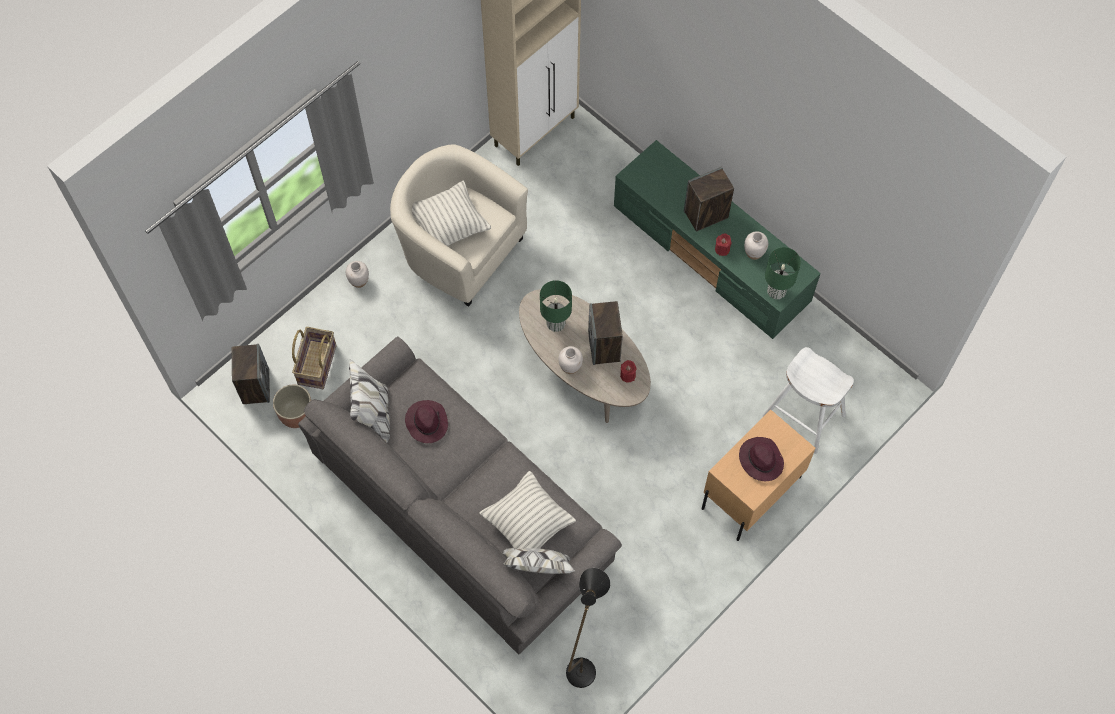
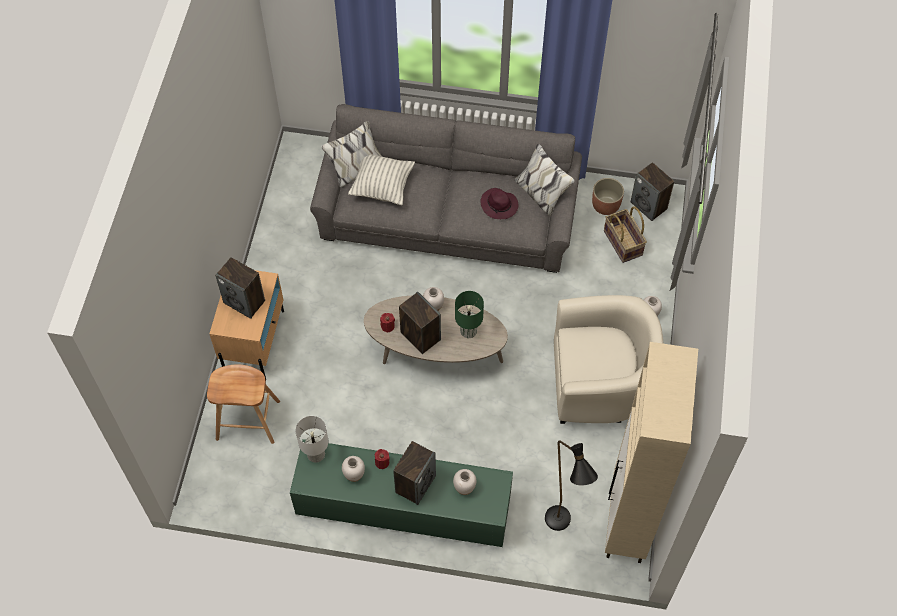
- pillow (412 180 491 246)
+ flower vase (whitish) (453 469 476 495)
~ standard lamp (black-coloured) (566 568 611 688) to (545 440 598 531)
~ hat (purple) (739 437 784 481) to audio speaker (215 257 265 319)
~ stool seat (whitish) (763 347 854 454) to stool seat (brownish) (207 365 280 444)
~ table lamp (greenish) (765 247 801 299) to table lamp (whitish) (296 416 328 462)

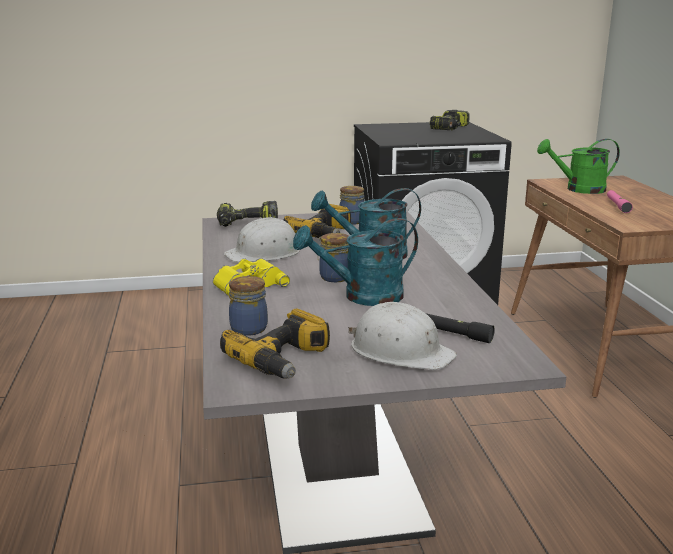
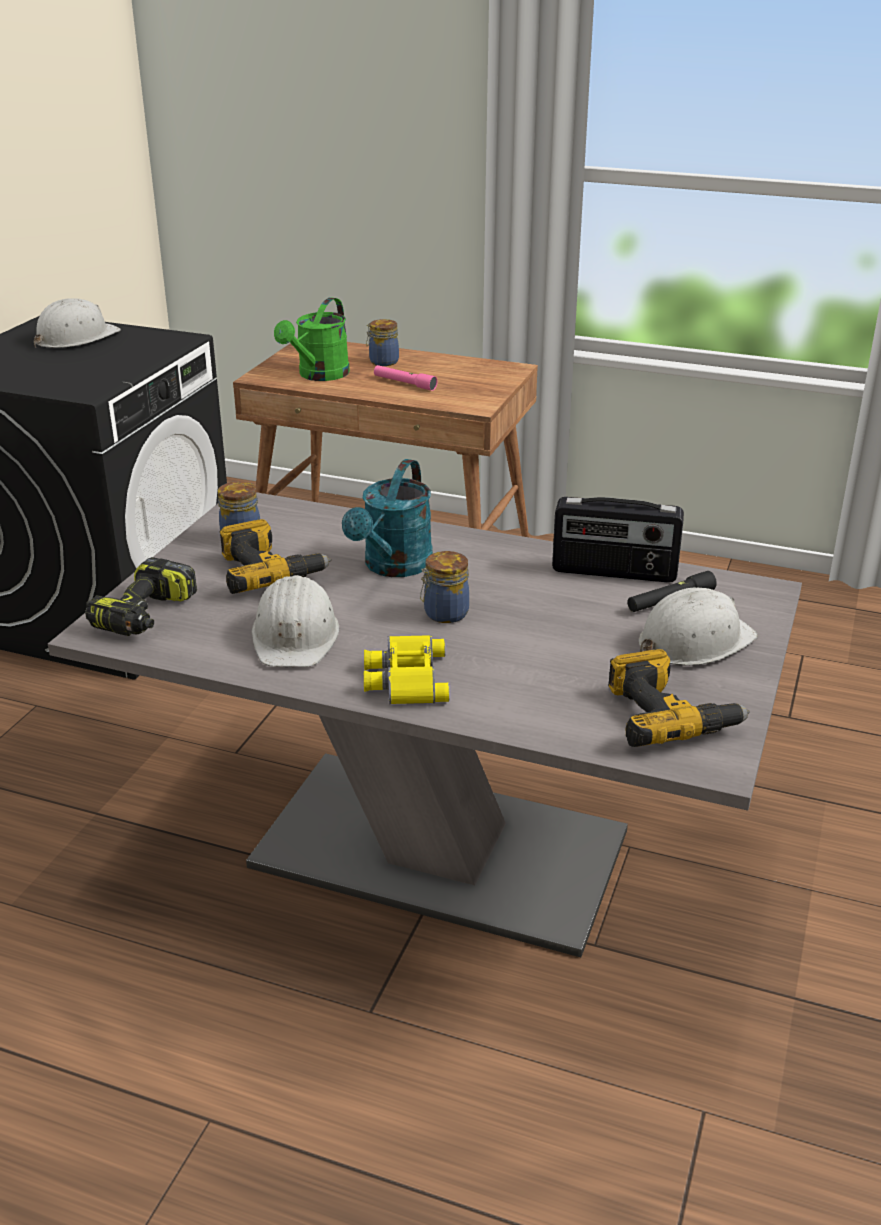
- sprinkling can (blue-green) (293 218 418 306)
+ radio (552 497 684 583)
~ storage jar (229 276 268 336) to (366 319 399 366)
~ drill (430 110 470 130) to work helmet (whitish) (34 298 121 348)

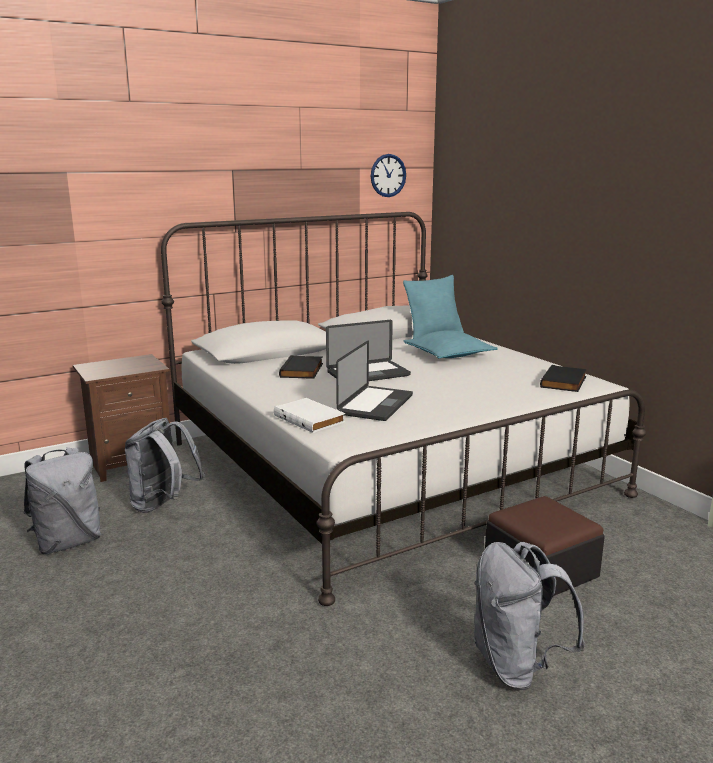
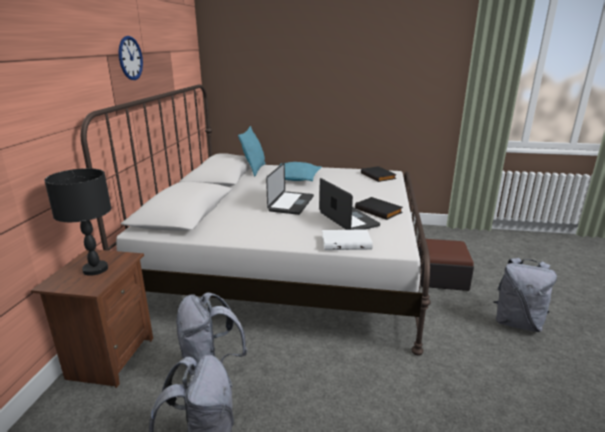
+ table lamp (black-coloured) (44 168 111 276)
~ volume (black-coloured) (279 355 323 379) to (355 197 403 220)
~ hanging clock (371 154 406 197) to (118 36 143 80)

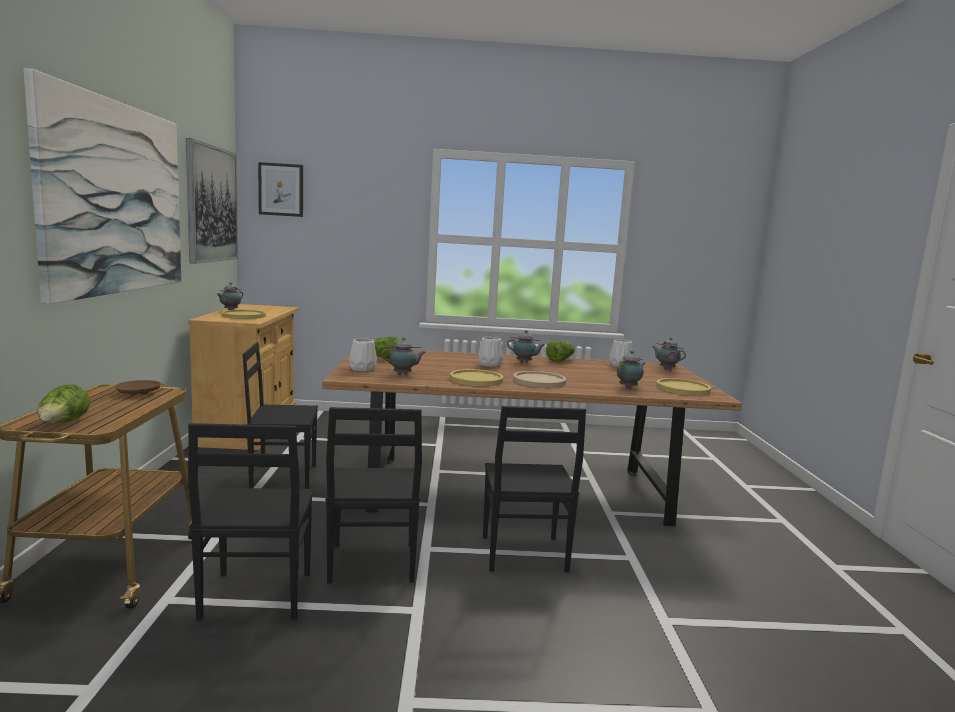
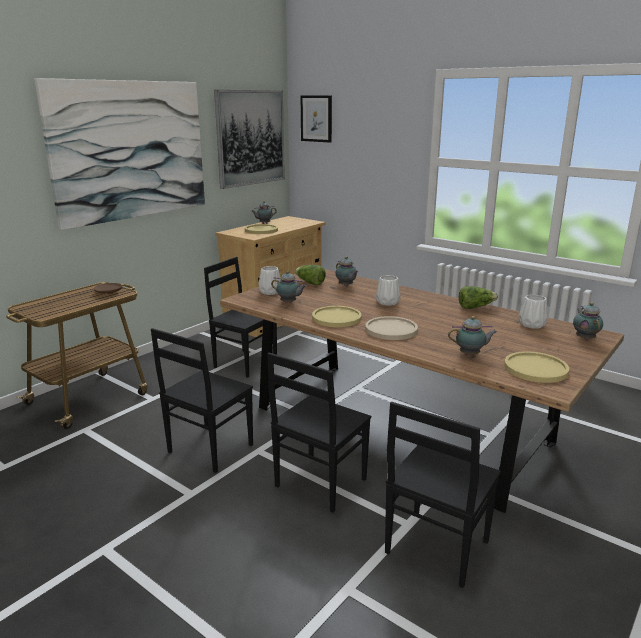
- lettuce head (37 384 90 423)
~ upright chair (black-coloured) (188 423 313 620) to (385 402 501 588)
~ teapot (507 330 545 363) to (335 256 358 286)

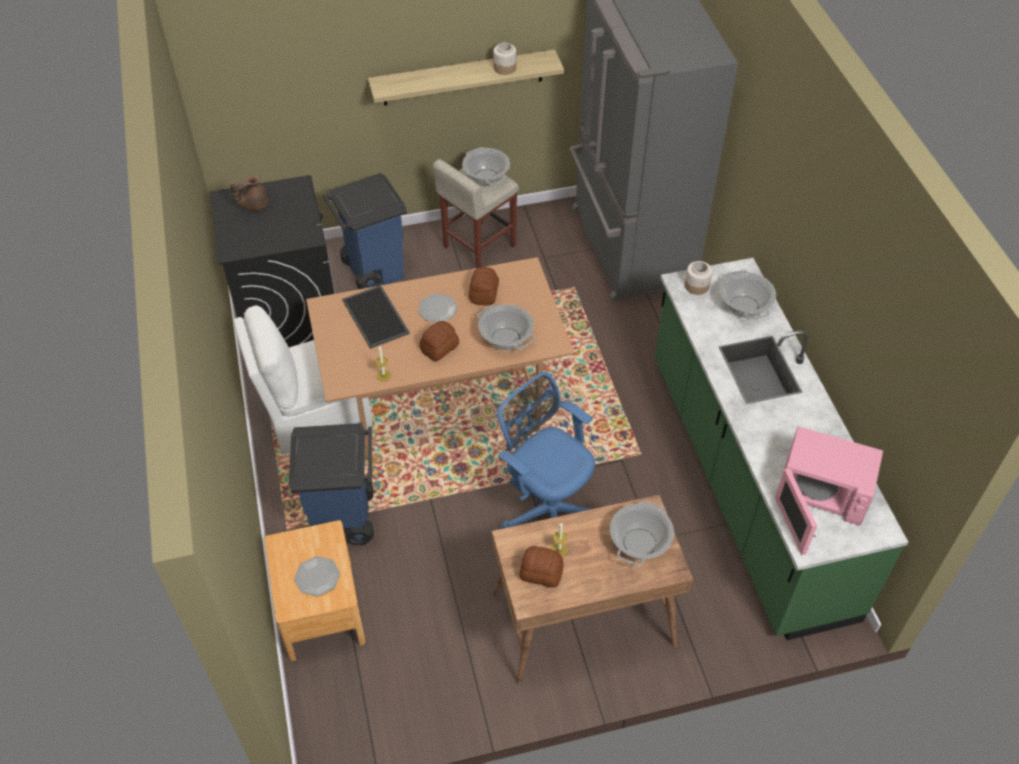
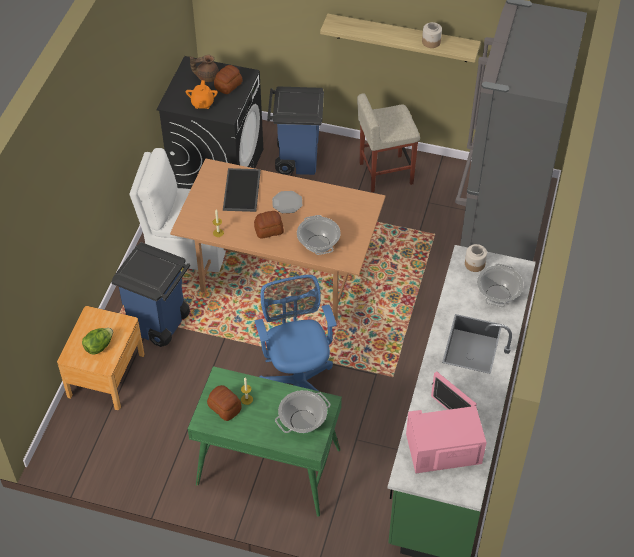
- stockpot (462 147 510 186)
+ teapot (orange-coloured) (186 80 218 109)
~ bakery bread (469 267 499 306) to (214 65 242 94)
~ flat dish (294 556 340 597) to lettuce head (82 328 113 355)
~ desk table (brownish) (492 495 693 685) to desk table (greenish) (188 366 342 517)
~ kitchen microwave (pink) (775 426 883 555) = (406 371 487 473) 120 degrees clockwise

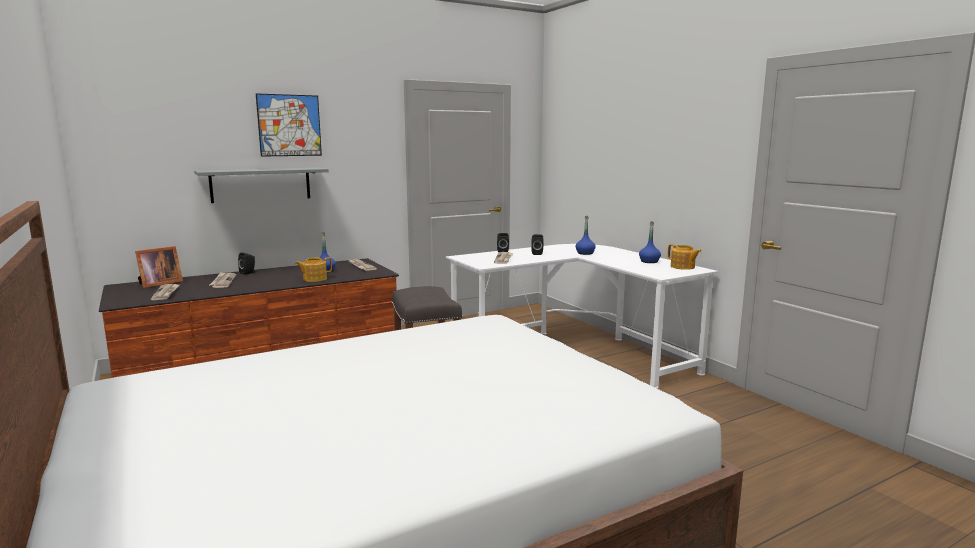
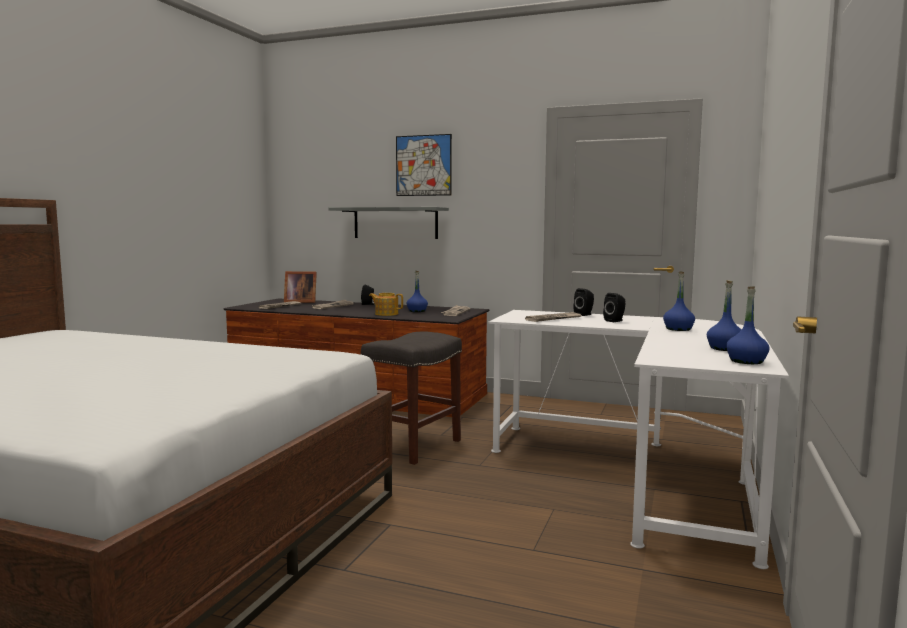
~ teapot (667 244 702 270) to bottle (blue) (726 286 770 364)

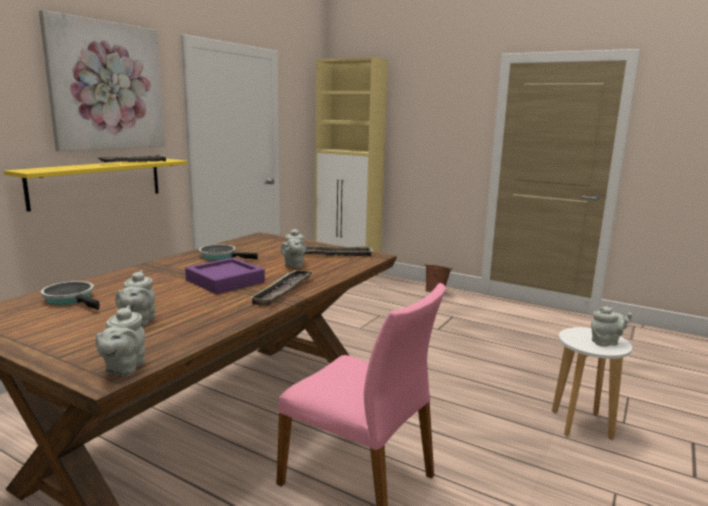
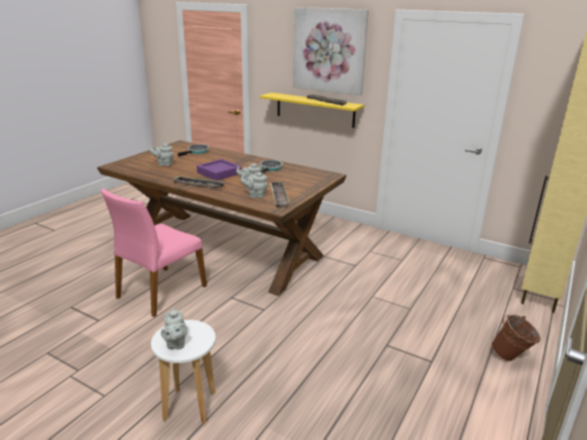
~ teapot (grey) (95 305 145 376) to (241 172 268 198)

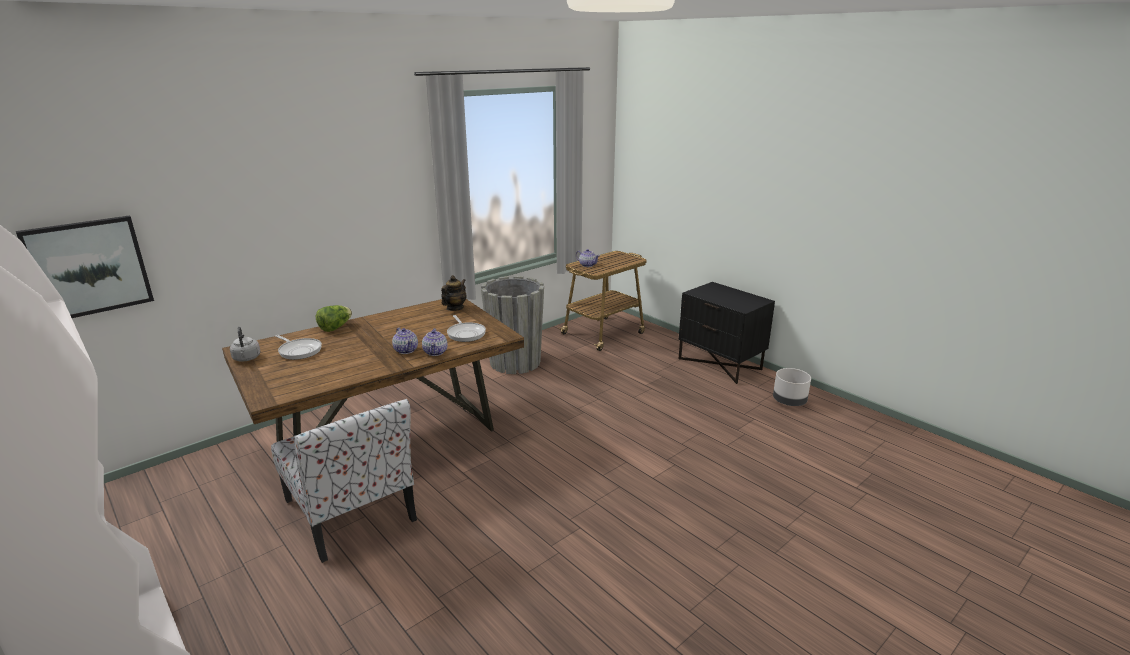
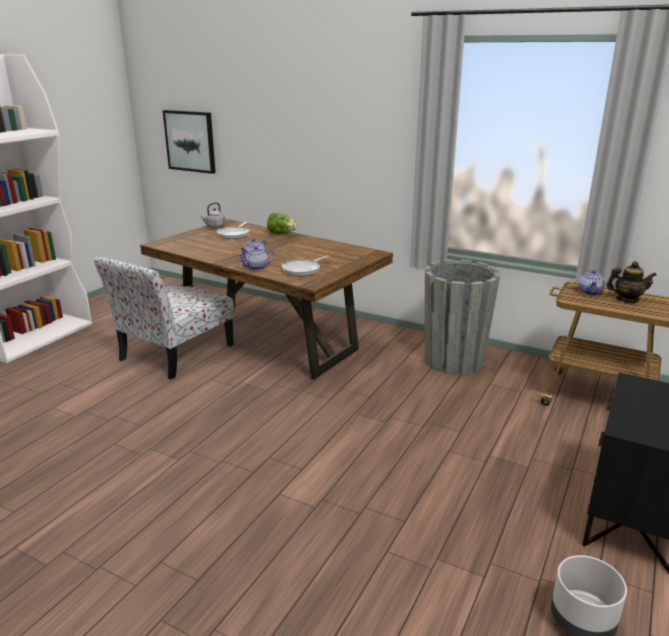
~ teapot (441 275 467 311) to (606 261 657 303)

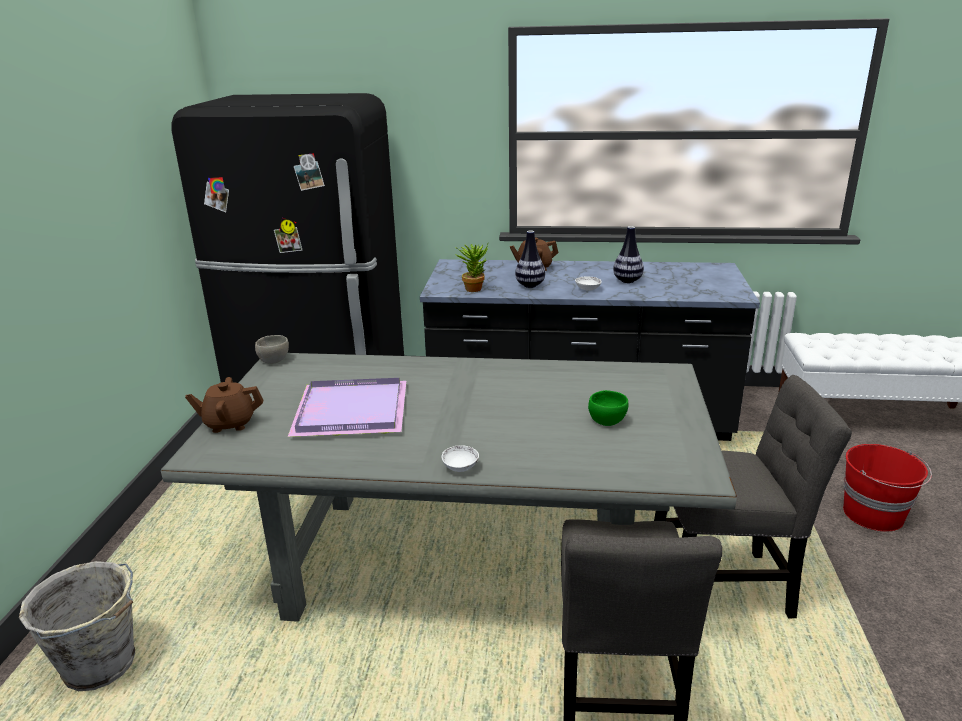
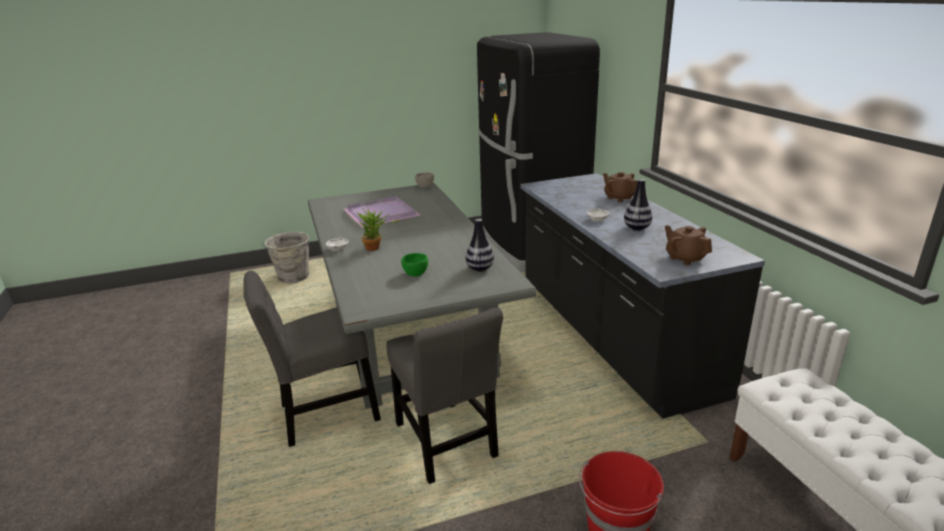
~ teapot (brownish) (185 377 264 433) to (665 225 712 265)
~ plant in a pot (455 243 488 292) to (357 208 389 251)
~ flower vase (515 230 545 288) to (466 219 494 272)

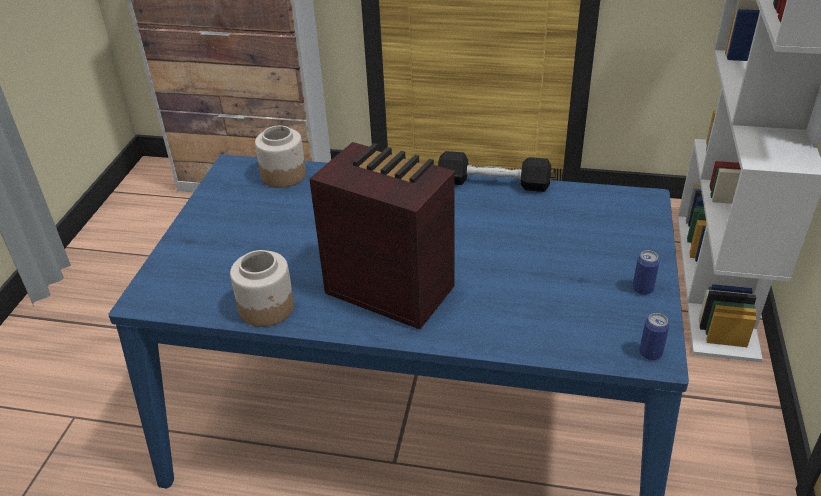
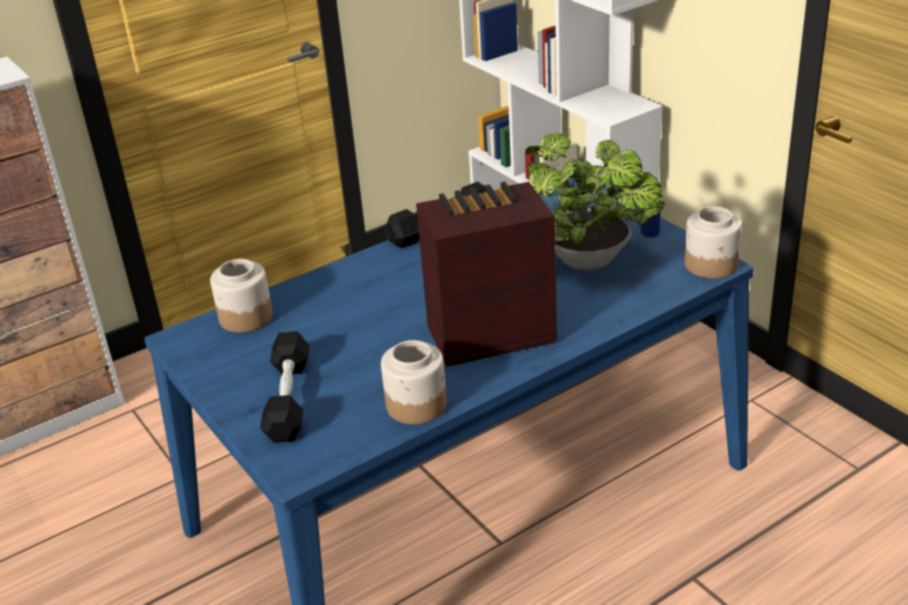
+ free weight (black-coloured) (260 331 309 443)
+ plant in a pot (525 133 665 270)
~ can (639 313 669 360) to storage jar (684 206 742 278)

